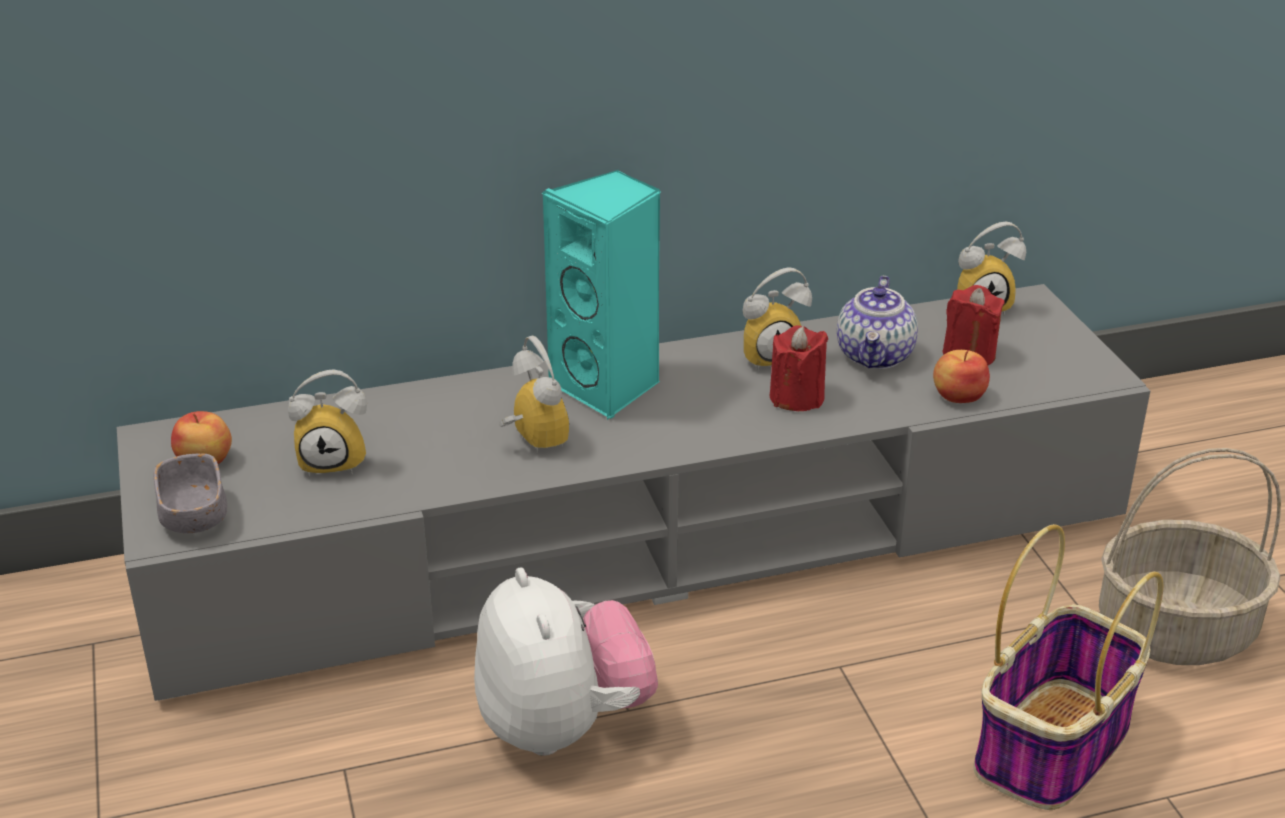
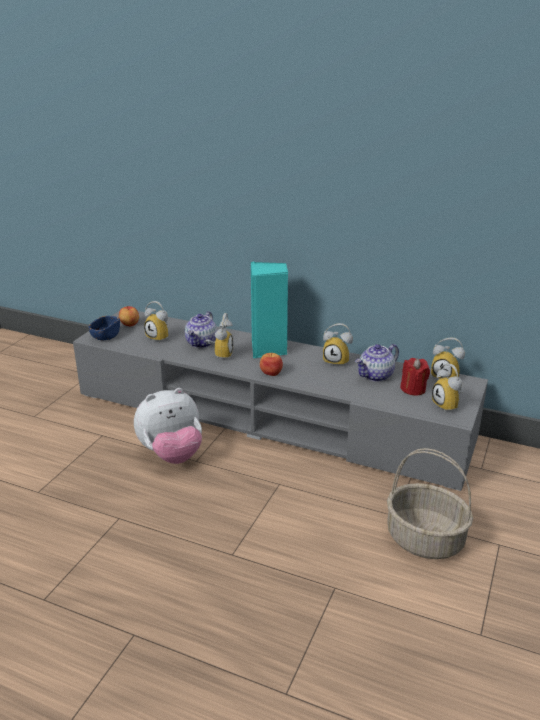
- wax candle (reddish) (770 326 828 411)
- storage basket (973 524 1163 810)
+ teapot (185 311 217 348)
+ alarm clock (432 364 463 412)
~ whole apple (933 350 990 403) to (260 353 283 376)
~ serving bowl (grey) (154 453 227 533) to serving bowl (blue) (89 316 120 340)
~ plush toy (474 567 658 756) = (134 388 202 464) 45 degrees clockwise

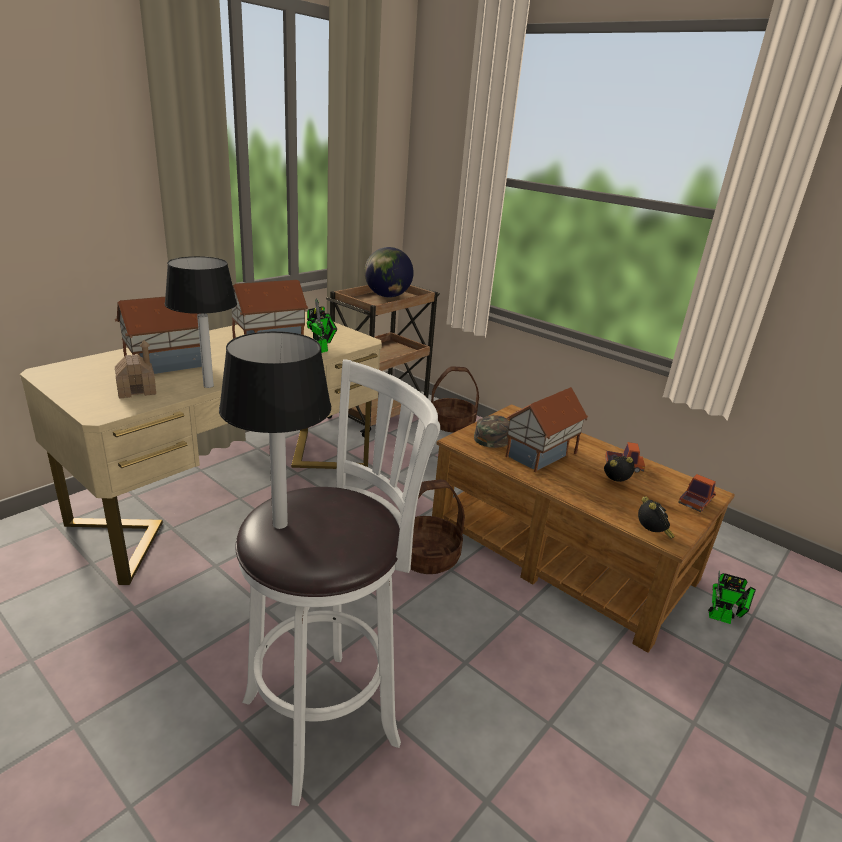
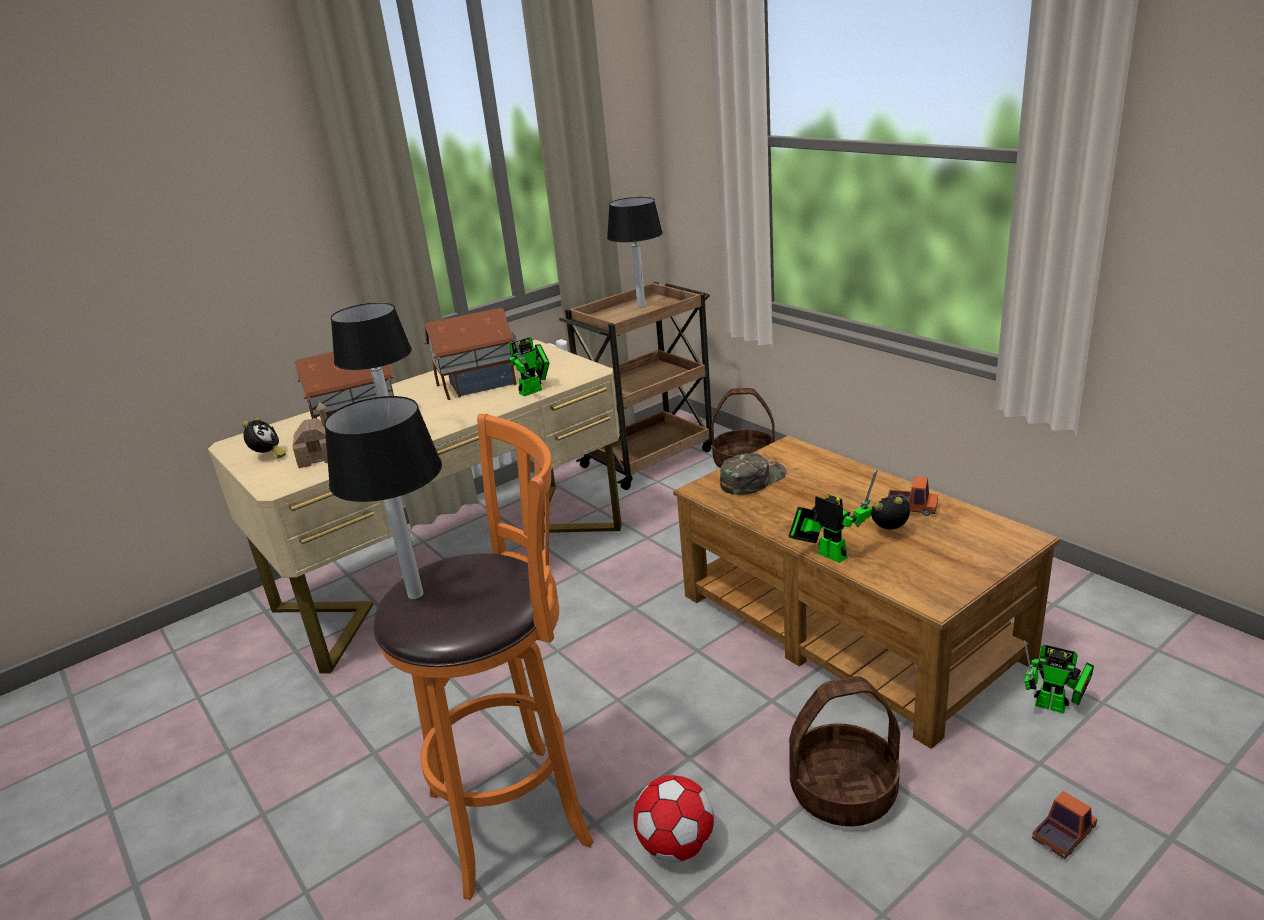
- model house (505 387 588 472)
+ football ball (633 775 714 862)
+ toy robot (789 469 878 563)
~ storage basket (411 479 465 574) to (789 676 900 826)
~ alarm clock (638 496 675 539) to (242 418 286 458)
~ toy truck (678 474 716 512) to (1032 791 1097 859)
~ world globe (364 247 414 297) to table lamp (607 197 663 308)
~ stool seat (whitish) (235 359 440 806) to stool seat (orange-coloured) (374 414 594 900)

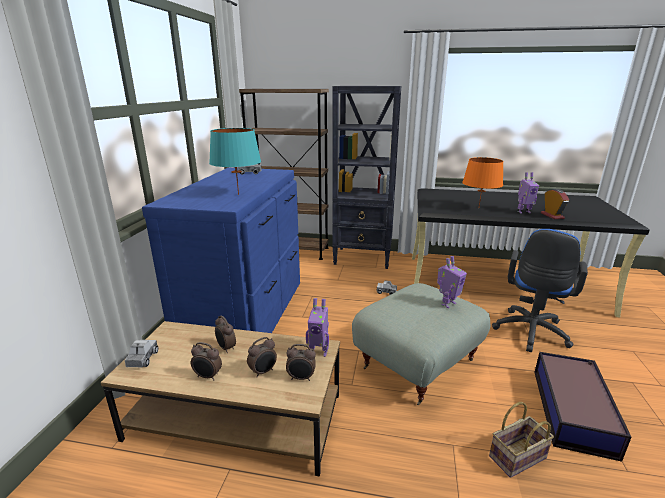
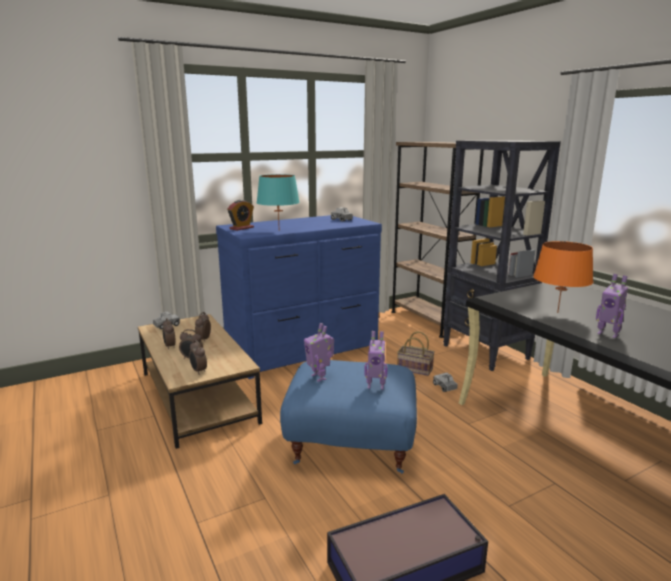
- desk chair (blue) (492 229 588 352)
~ toy robot (306 298 329 357) to (304 323 334 382)
~ storage basket (489 402 554 478) to (397 332 435 376)
~ alarm clock (541 189 569 219) to (227 200 254 231)
~ footrest (grey) (352 283 490 406) to footrest (blue) (280 360 417 474)

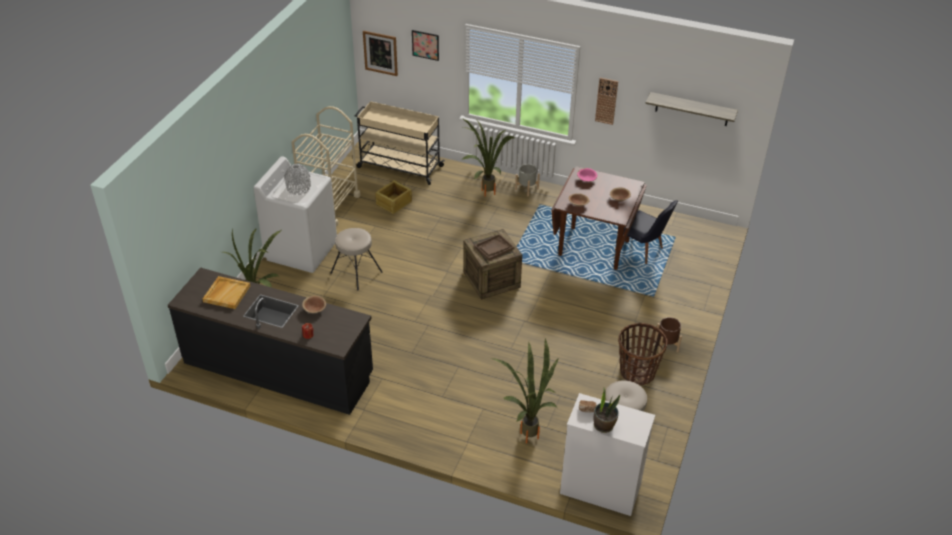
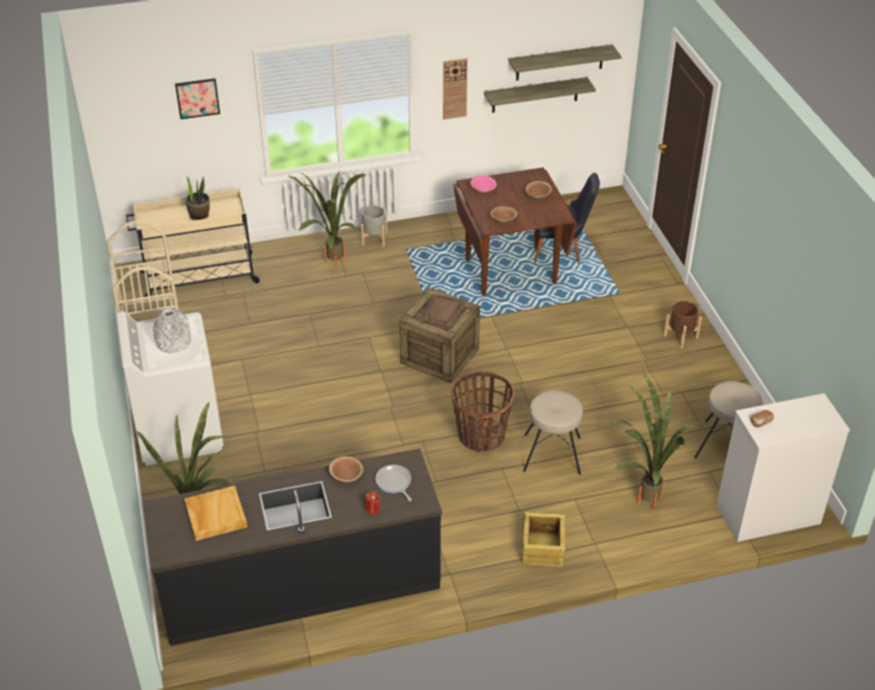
- picture (363 31 398 76)
+ frying pan (375 465 412 501)
+ bracket shelf (484 77 596 113)
~ stool seat (beige) (330 228 383 290) to (523 390 583 475)
~ packing crate (375 180 412 214) to (522 512 565 567)
~ plant in a pot (594 388 620 433) to (186 176 210 220)
~ storage basket (619 323 667 385) to (451 371 514 452)

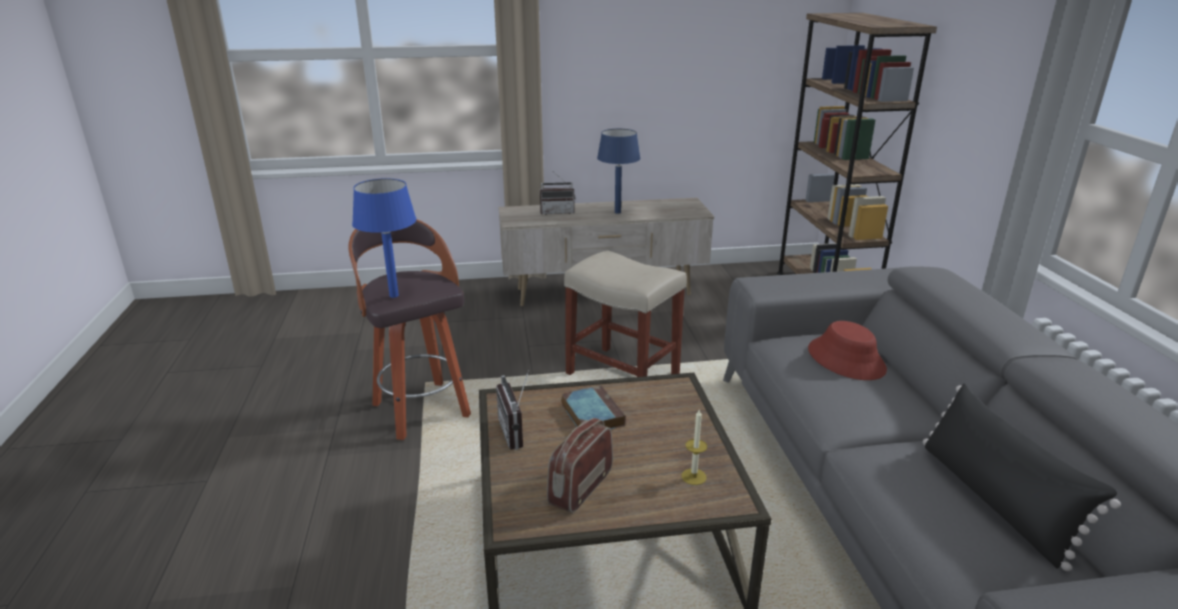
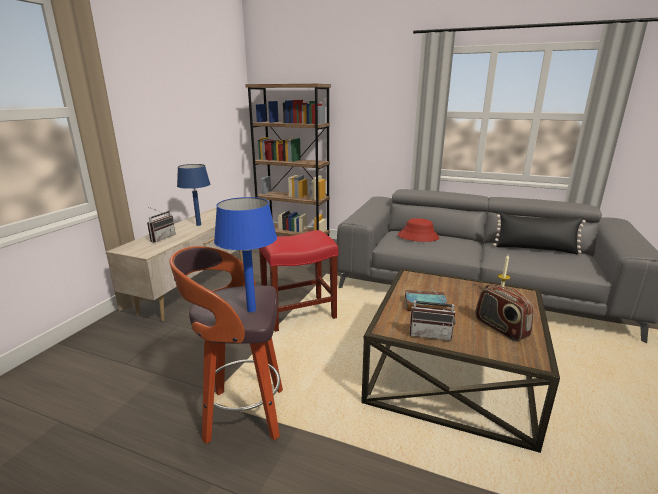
~ stool seat (beige) (564 250 687 377) to stool seat (reddish) (258 230 339 332)

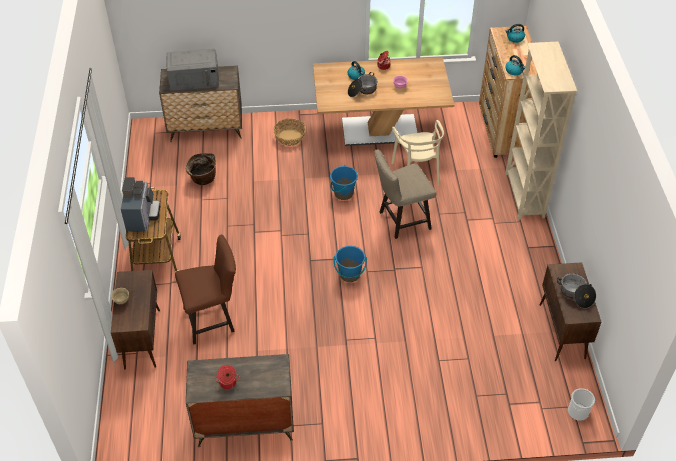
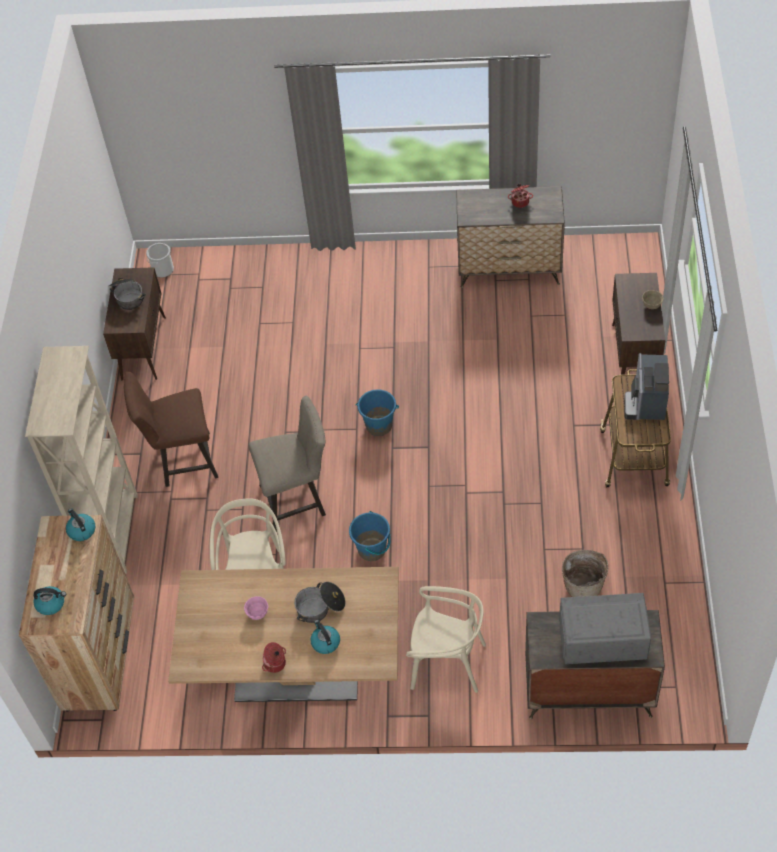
~ stool seat (brownish) (175 234 236 345) to (124 372 218 487)
~ storage basket (273 118 306 146) to upright chair (beige) (406 586 486 693)

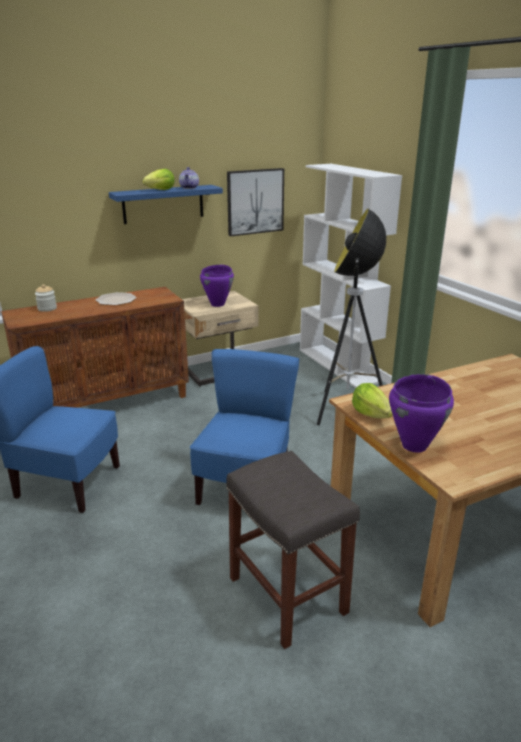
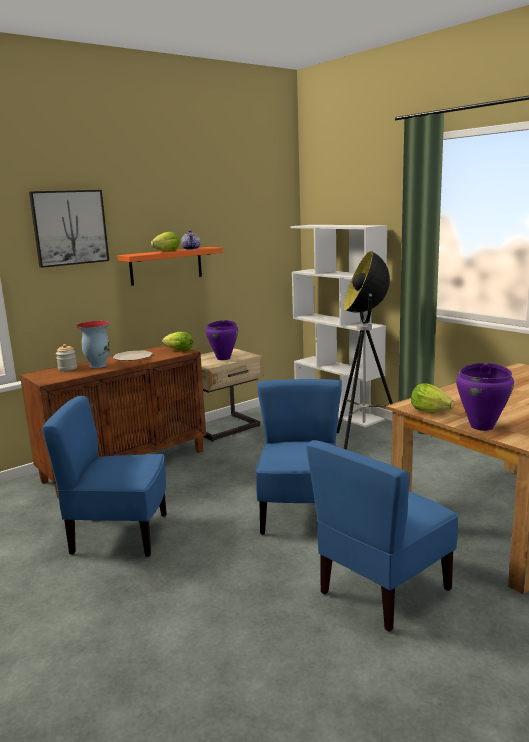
+ flower vase (76 321 110 368)
+ lettuce head (162 332 193 351)
~ picture (227 168 284 237) to (29 190 109 268)
~ stool seat (grey) (226 451 360 649) to upright chair (blue) (306 440 459 632)
~ bracket shelf (blue) (109 185 223 224) to bracket shelf (orange-coloured) (118 247 222 286)

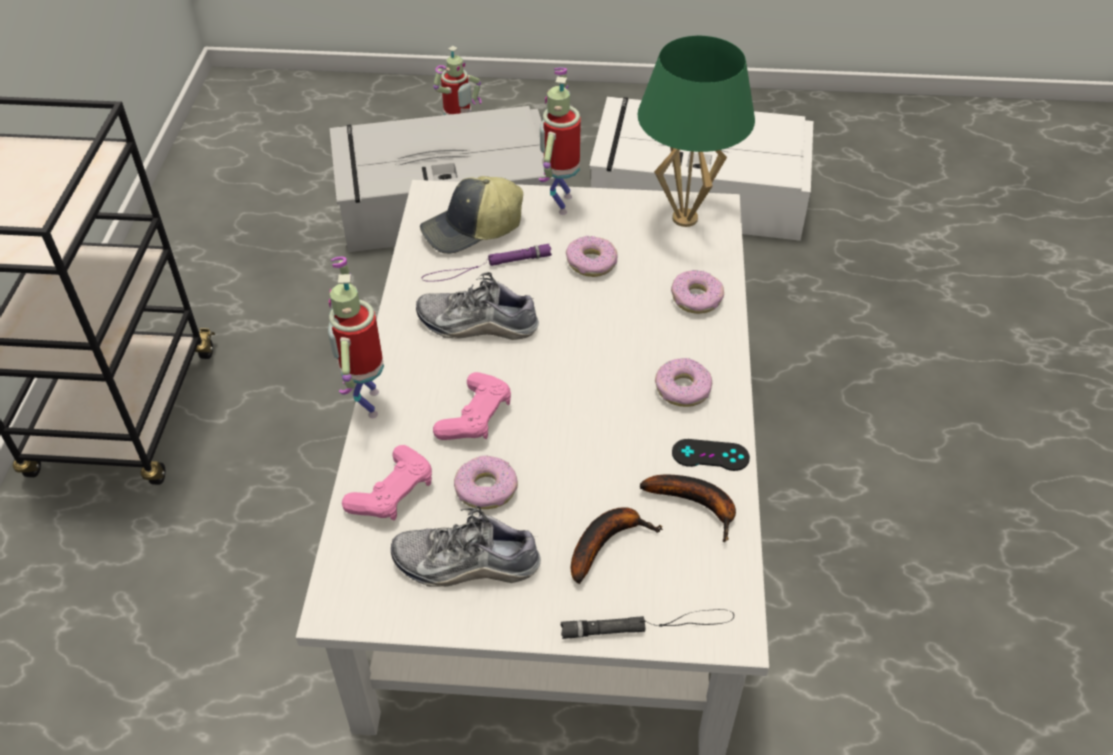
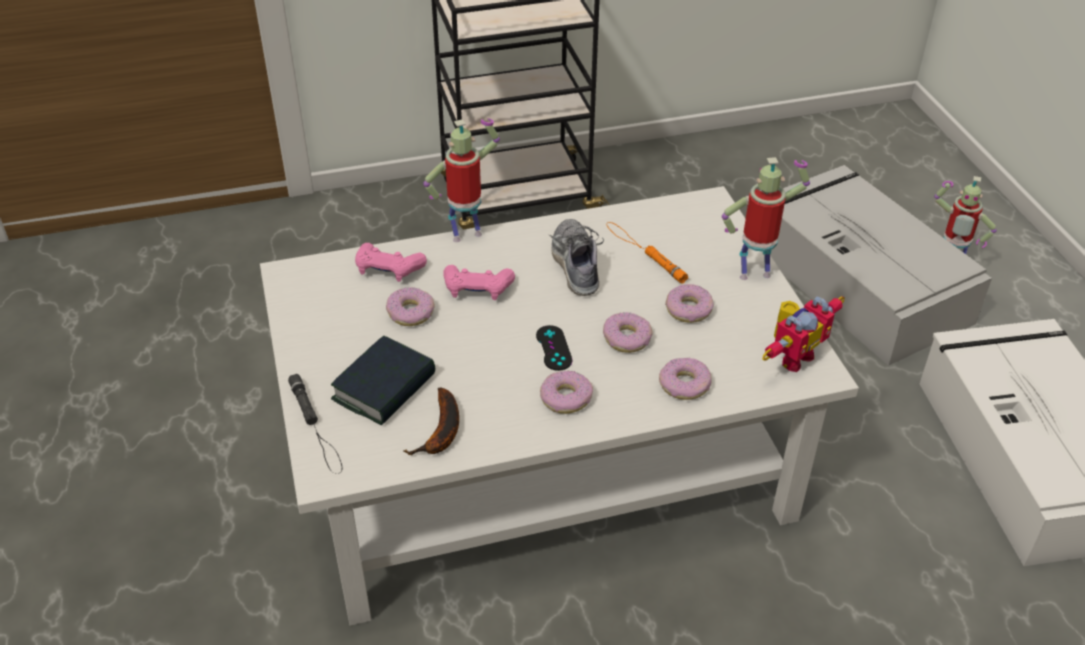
- shoe (391 506 541 587)
- cap (420 176 523 254)
+ ring doughnut (603 312 652 353)
~ game controller (black-coloured) (672 439 750 471) to (536 325 572 371)
~ banana fruit (571 507 663 584) to volume (331 336 435 426)
~ table lamp (greenish) (637 36 755 227) to toy robot (762 296 845 373)
~ torch (purple) (422 244 552 282) to torch (orange-coloured) (607 222 688 284)

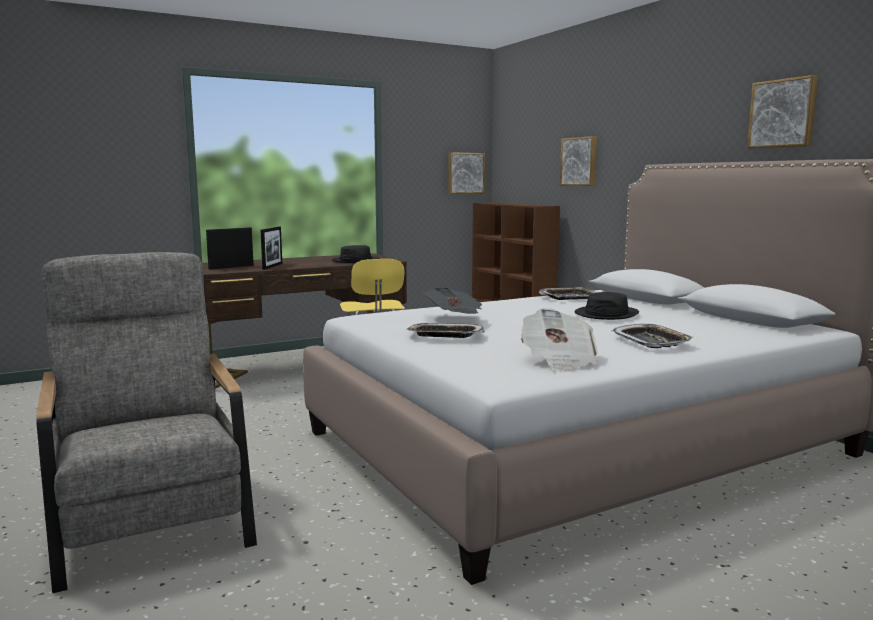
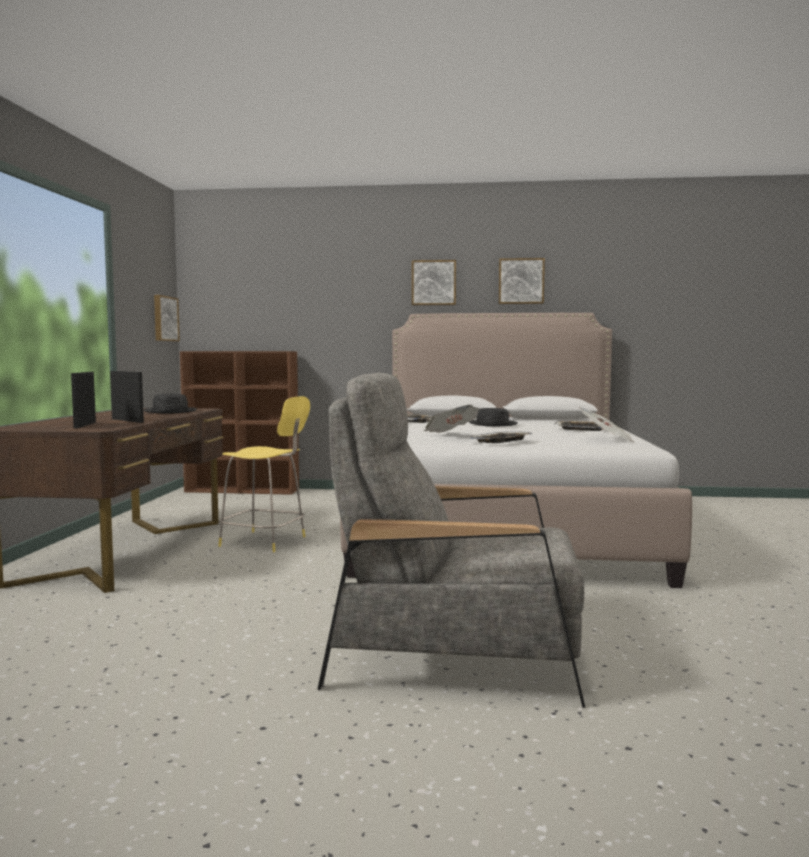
~ picture (560 136 597 186) to (412 260 456 305)

